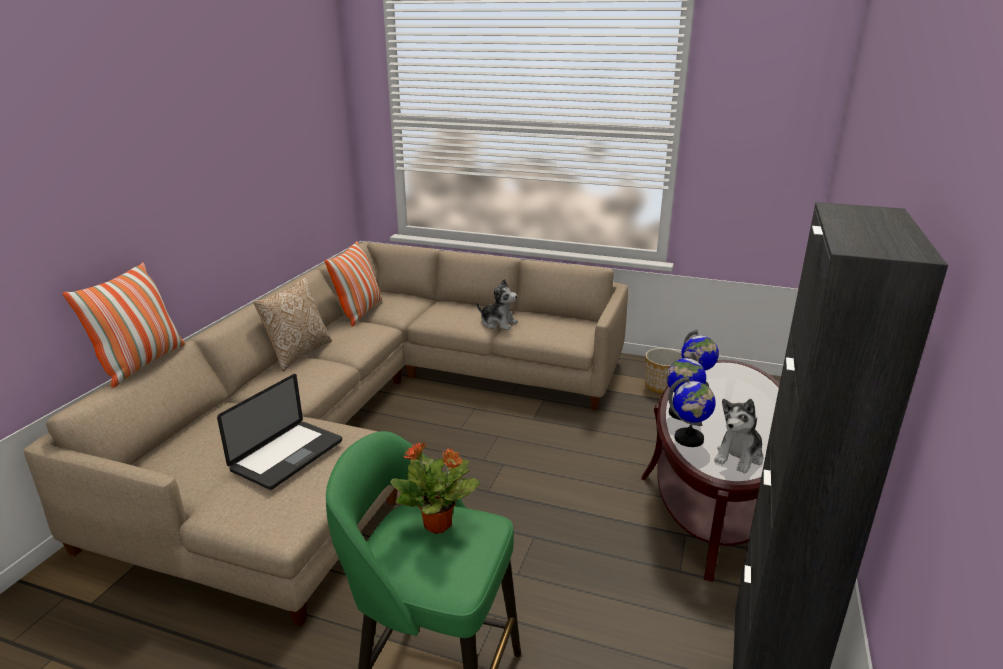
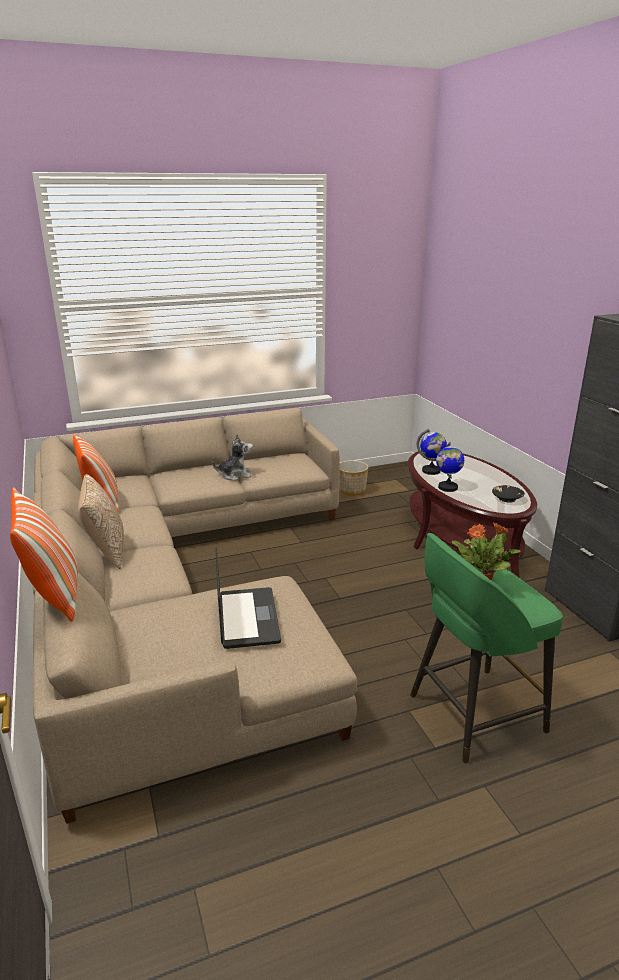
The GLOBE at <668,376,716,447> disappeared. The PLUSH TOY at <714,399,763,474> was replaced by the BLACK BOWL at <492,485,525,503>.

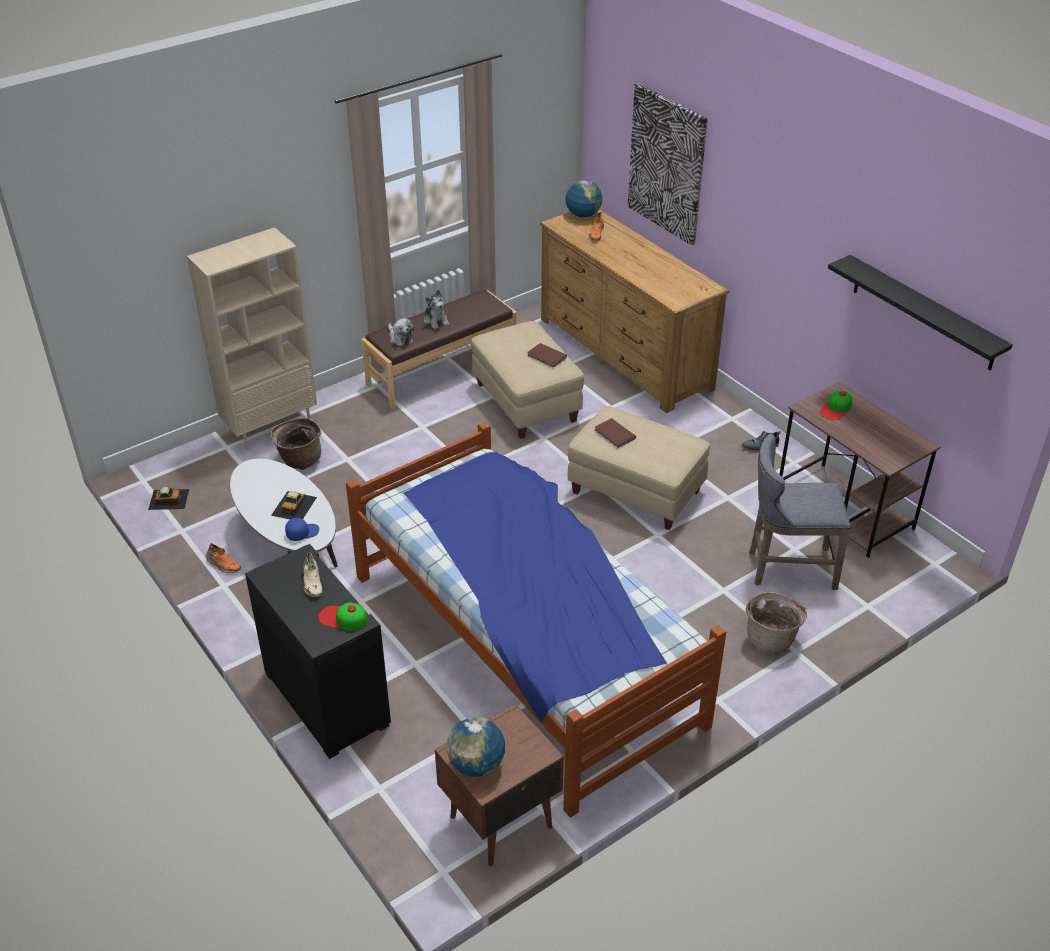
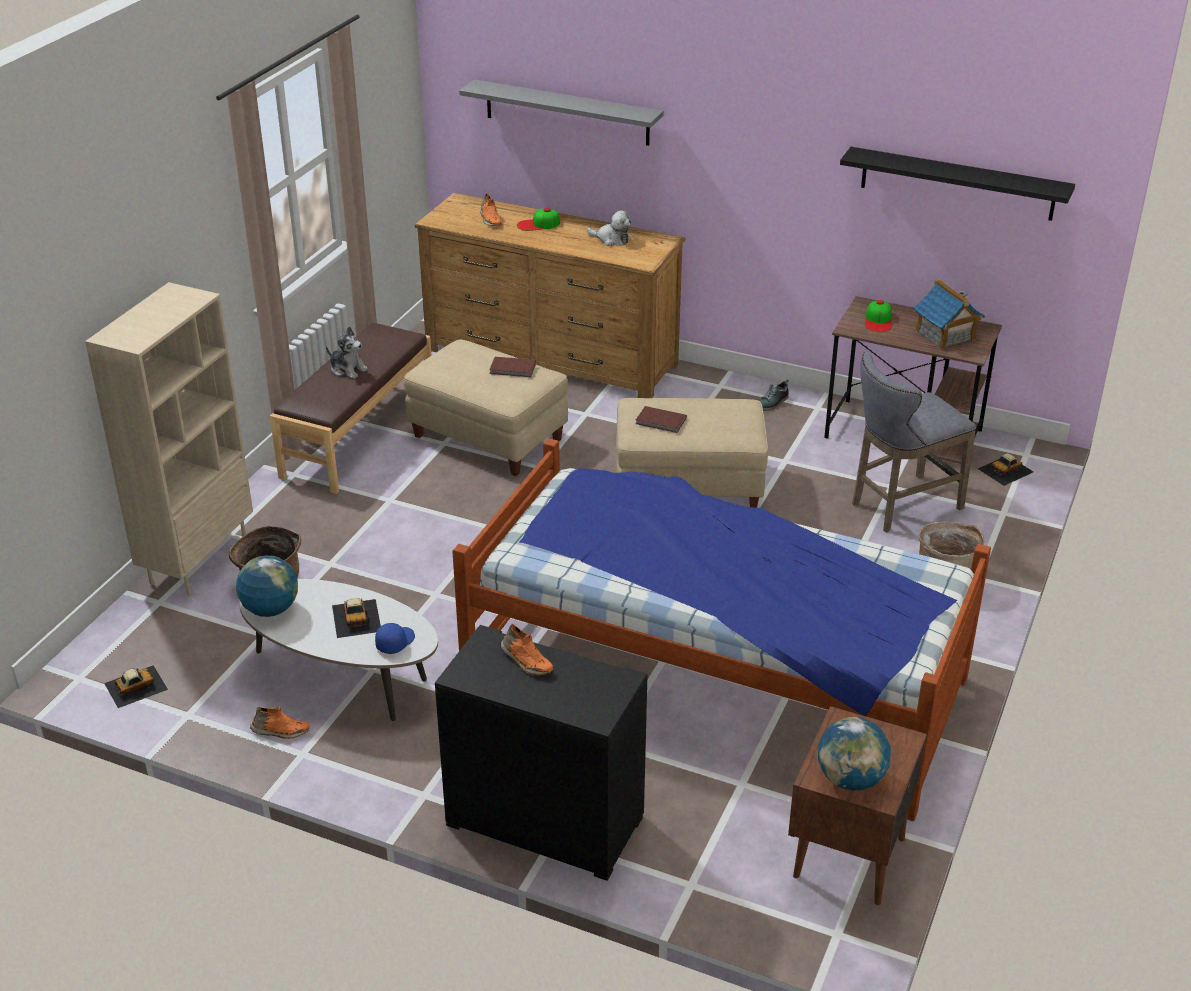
The PICTURE at <628,83,707,246> was replaced by the GREY SHELF at <459,79,664,146>. The GLOBE moved from <566,180,602,218> to <236,556,298,617>. The PLUSH TOY moved from <388,318,414,346> to <587,210,631,246>. The BEIGE SHOE at <303,552,323,597> became the ORANGE SHOE at <501,624,553,675>. The CAP moved from <318,602,368,631> to <517,208,560,231>. The TOY HOUSE at <913,279,985,350> appeared. The TOY CAR at <978,453,1033,486> appeared.

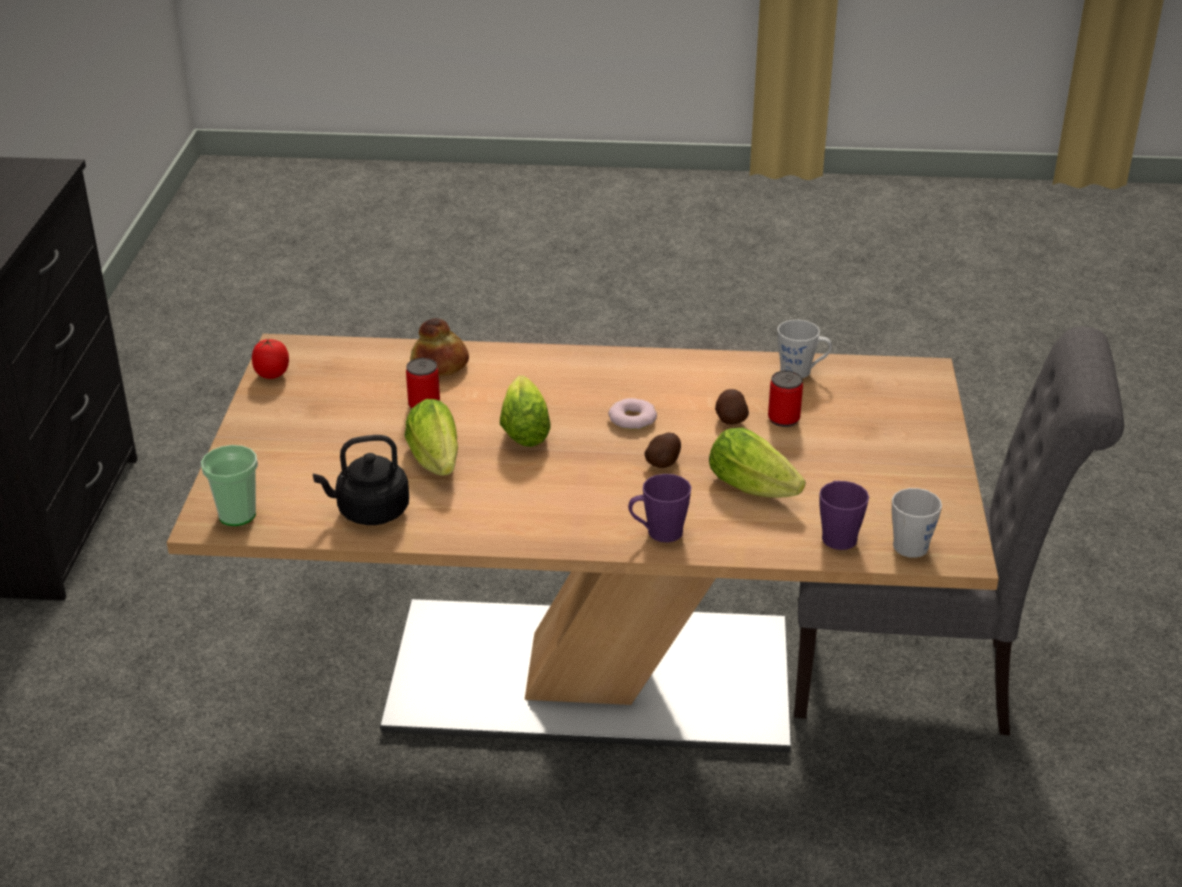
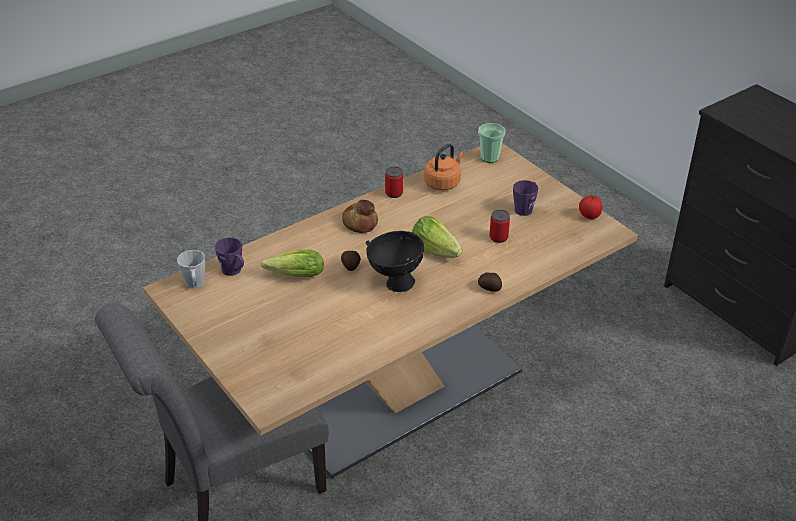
The BREAD moved from <410,318,469,376> to <342,200,378,233>. The GREY MUG at <777,320,832,378> disappeared. The CAN moved from <768,371,803,427> to <385,167,403,198>. The POTATO moved from <715,389,749,425> to <478,273,502,292>. The DONUT at <608,398,657,430> was replaced by the BLACK BOWL at <366,231,424,292>. The LETTUCE at <404,399,458,476> disappeared. The BLACK KETTLE at <313,435,409,525> became the ORANGE KETTLE at <424,144,464,191>. The PURPLE MUG moved from <628,474,691,542> to <513,180,538,216>.

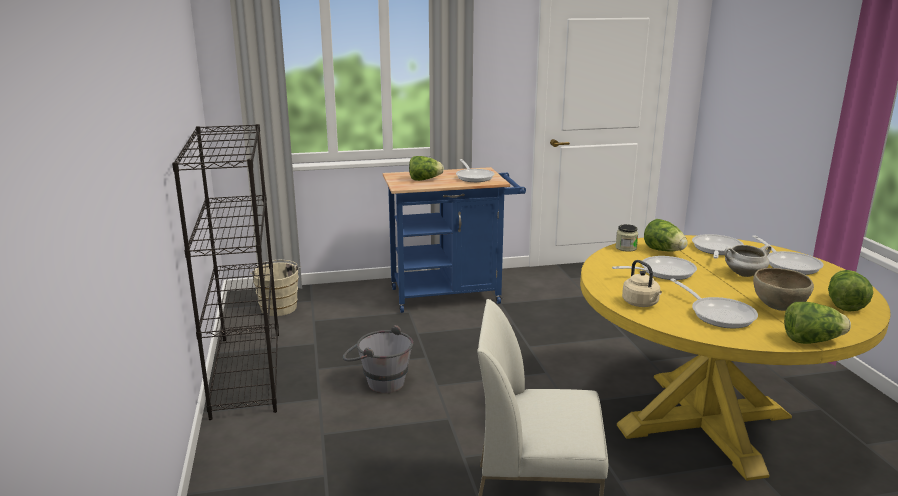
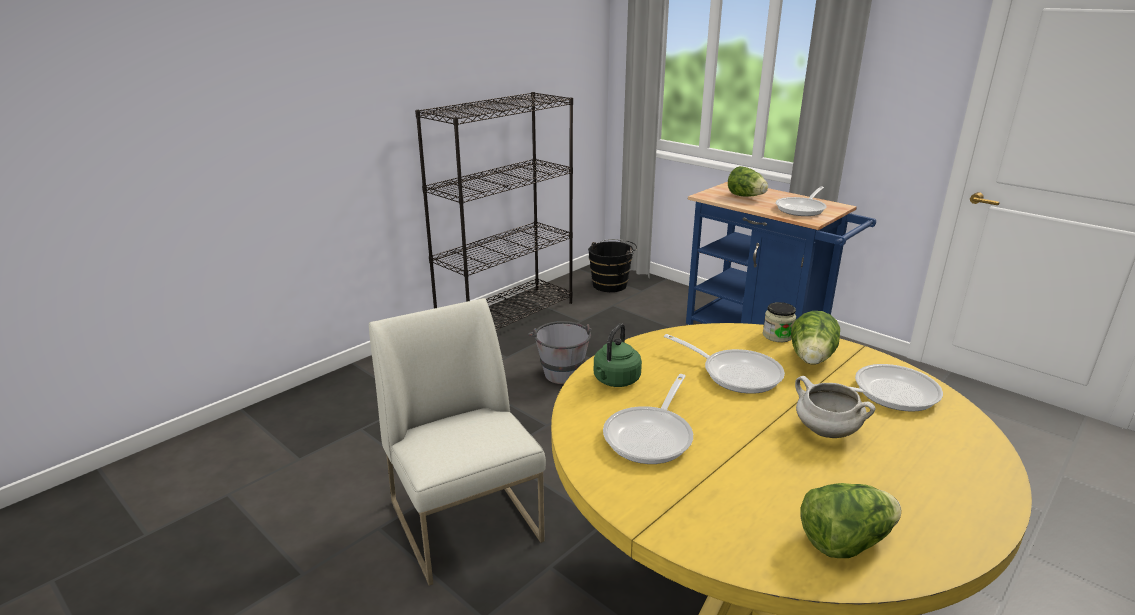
The FRYING PAN at <752,235,824,275> disappeared. The BEIGE BUCKET at <250,260,301,316> became the BLACK BUCKET at <588,239,637,292>. The BEIGE KETTLE at <622,260,662,307> became the GREEN KETTLE at <594,323,642,387>. The BROWN BOWL at <753,268,814,311> disappeared. The LETTUCE at <784,302,851,344> disappeared.

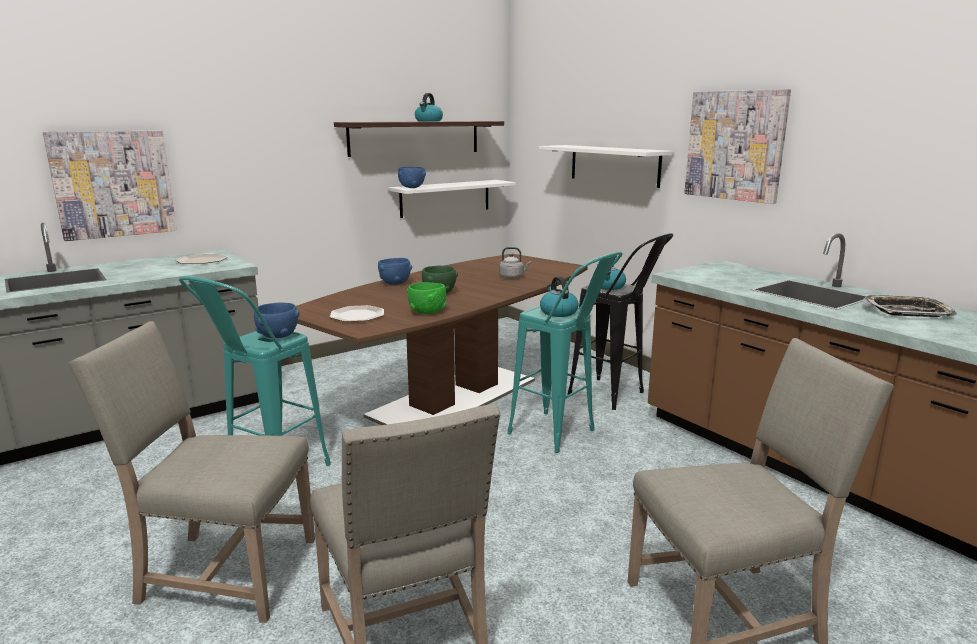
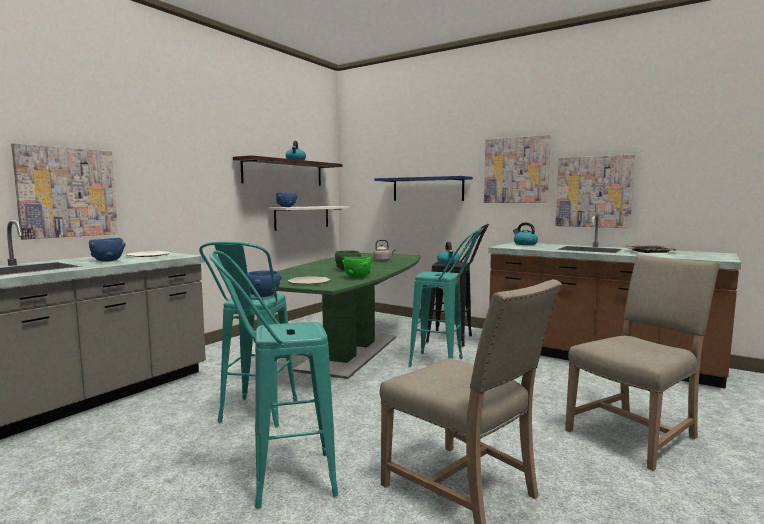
The WHITE SHELF at <539,145,674,188> became the BLUE SHELF at <374,176,473,201>. The BROWN DINING TABLE at <296,254,588,425> became the GREEN DINING TABLE at <277,253,420,379>. The BLUE BOWL moved from <378,258,412,285> to <89,238,125,261>. The KETTLE moved from <540,277,579,317> to <513,222,538,245>. The BEIGE CHAIR at <68,321,315,623> was replaced by the TURQUOISE STOOL at <209,250,338,509>. The PICTURE at <555,154,635,228> appeared.

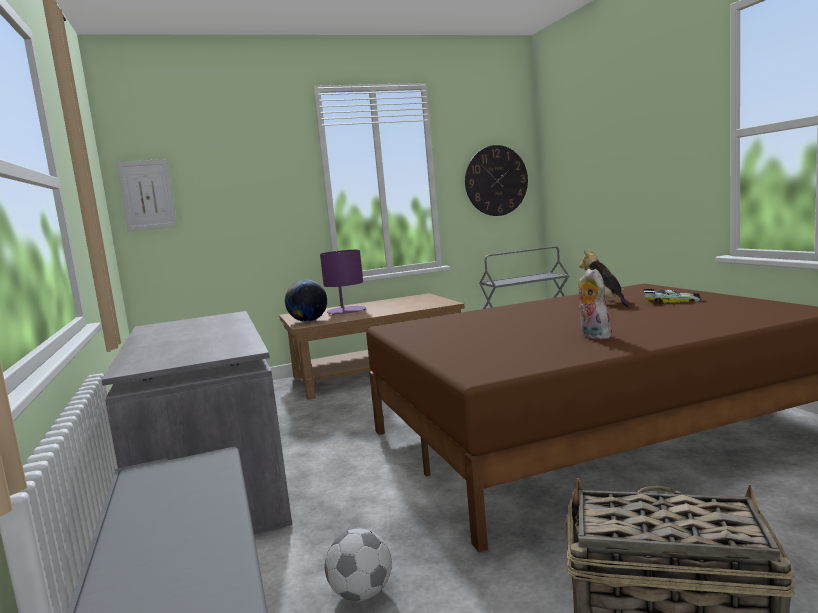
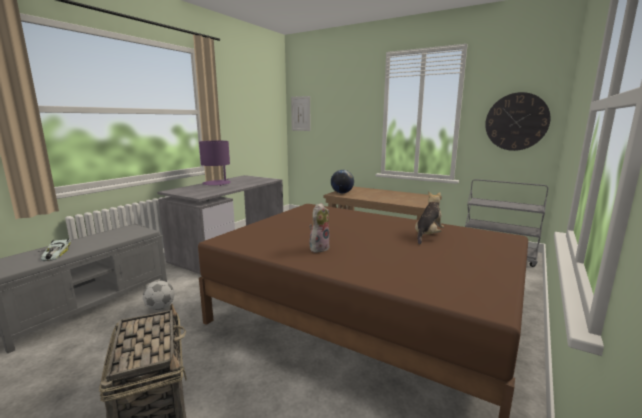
The PURPLE TABLE LAMP moved from <320,250,366,315> to <199,141,231,186>. The TOY CAR moved from <644,289,700,303> to <38,239,71,261>.

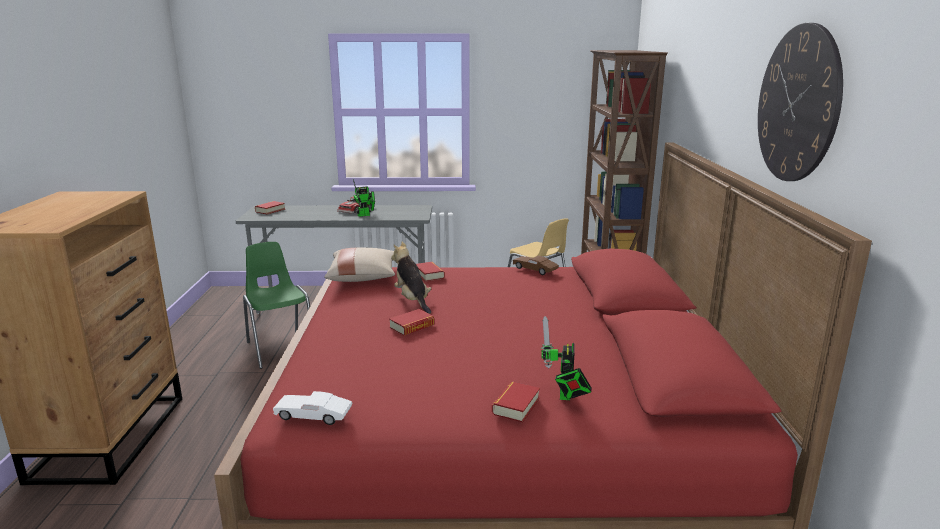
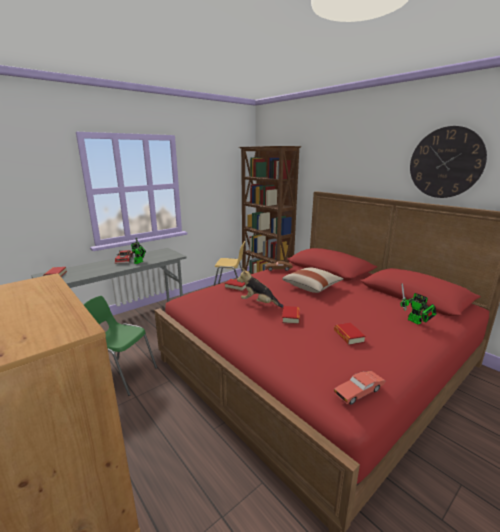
The BEIGE PILLOW moved from <324,248,395,282> to <282,267,343,293>. The BOOK moved from <492,381,540,422> to <334,323,366,345>. The WHITE TOY CAR at <273,391,352,425> became the RED TOY CAR at <334,371,385,404>.

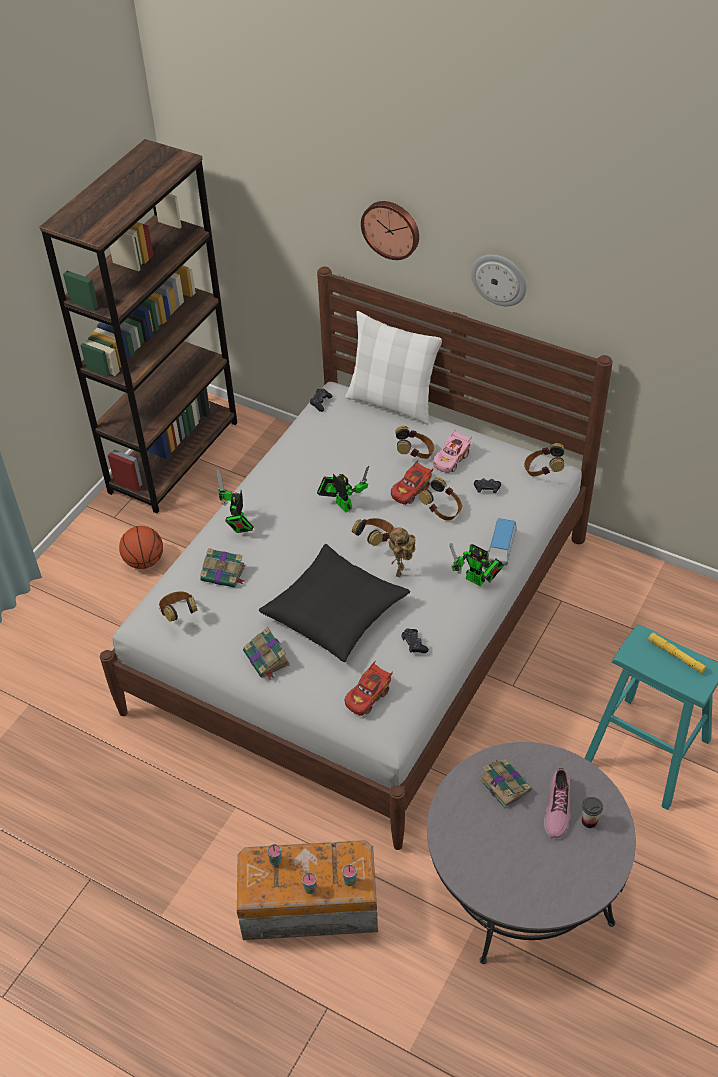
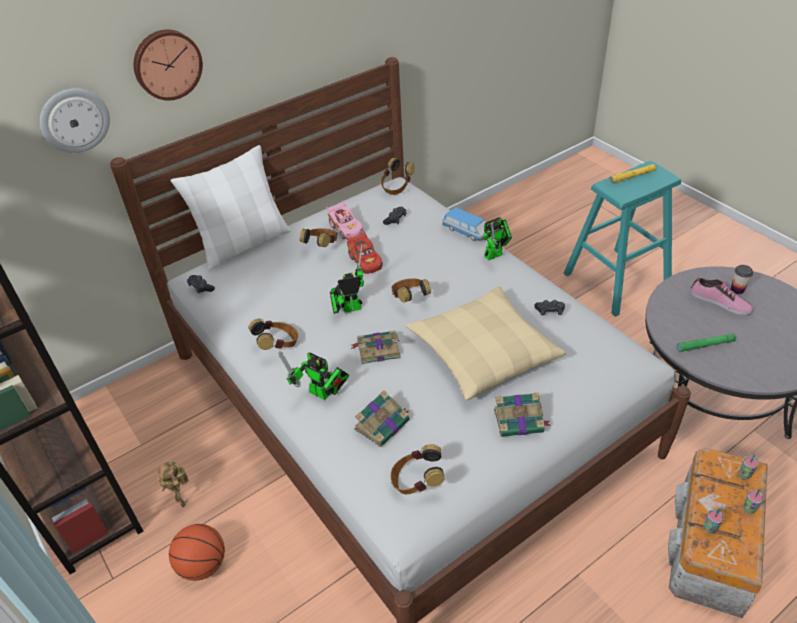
The WALL CLOCK moved from <471,255,527,306> to <40,88,110,153>. The HEADPHONES moved from <419,477,462,521> to <248,319,298,350>. The TOY ROBOT moved from <389,527,416,577> to <158,462,189,508>. The BLACK PILLOW at <259,544,410,662> became the BEIGE PILLOW at <406,286,566,400>. The RED TOY CAR at <345,661,393,716> disappeared. The BOOK moved from <480,759,531,809> to <351,330,401,364>. The GREEN FLASHLIGHT at <677,333,736,352> appeared.

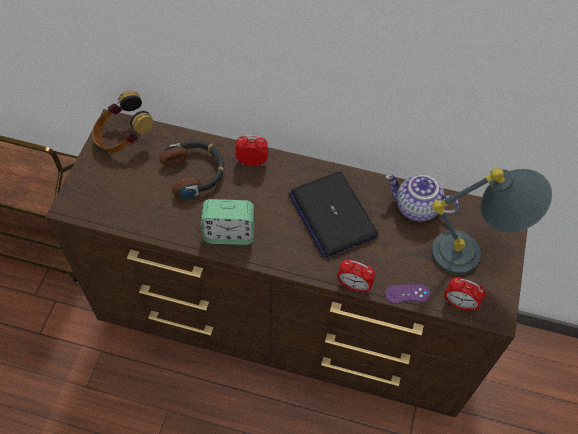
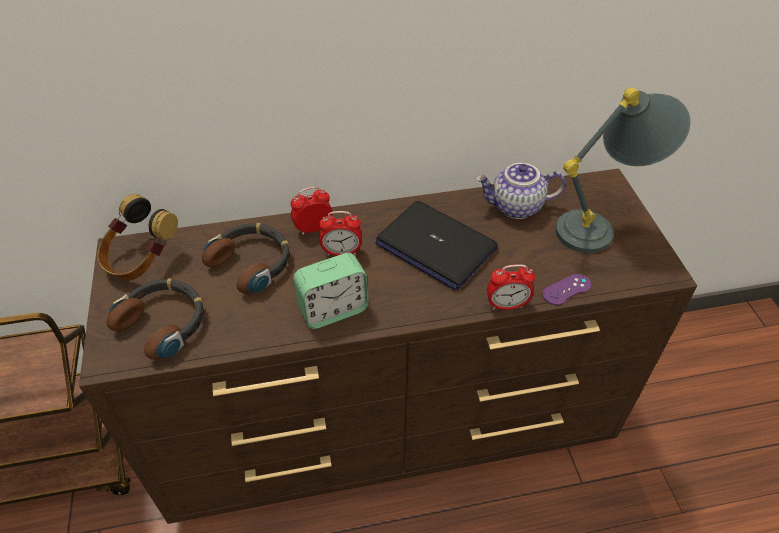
The ALARM CLOCK moved from <444,277,485,312> to <319,211,362,256>. The HEADPHONES at <107,278,204,360> appeared.

